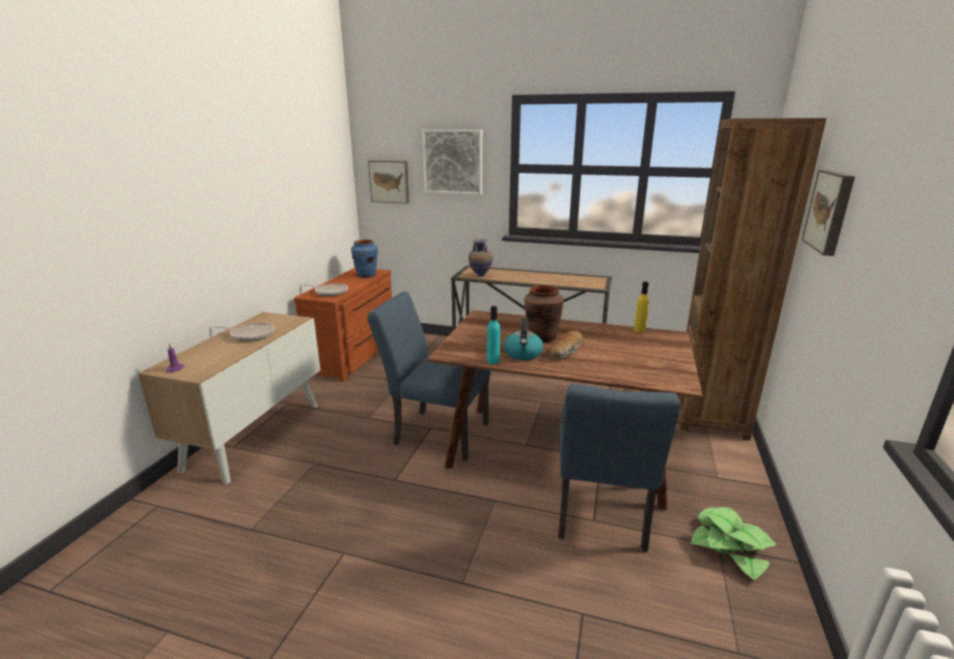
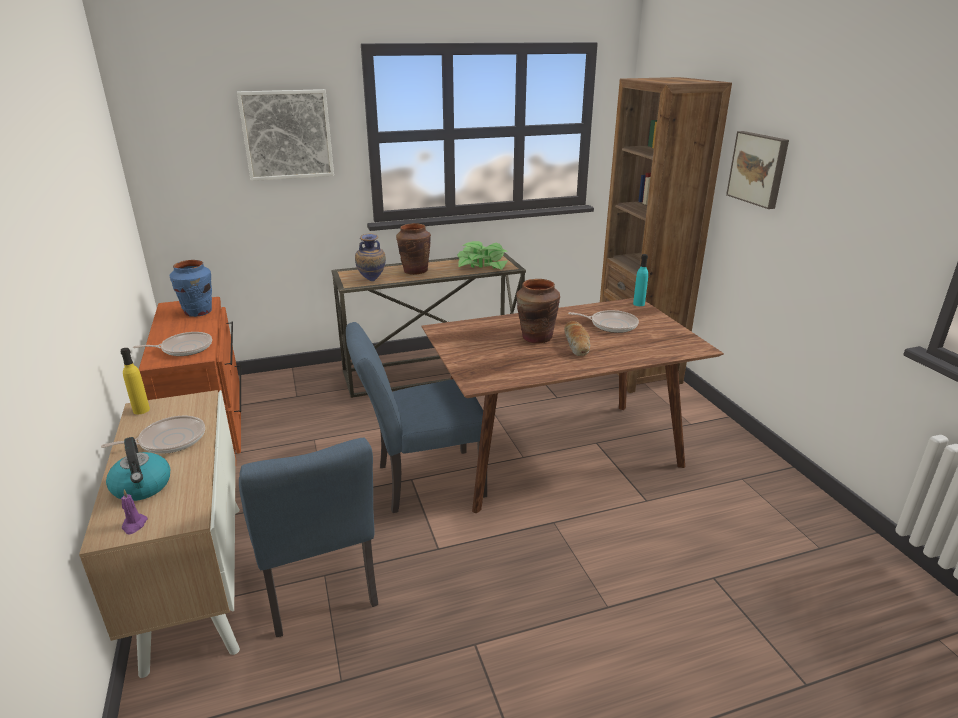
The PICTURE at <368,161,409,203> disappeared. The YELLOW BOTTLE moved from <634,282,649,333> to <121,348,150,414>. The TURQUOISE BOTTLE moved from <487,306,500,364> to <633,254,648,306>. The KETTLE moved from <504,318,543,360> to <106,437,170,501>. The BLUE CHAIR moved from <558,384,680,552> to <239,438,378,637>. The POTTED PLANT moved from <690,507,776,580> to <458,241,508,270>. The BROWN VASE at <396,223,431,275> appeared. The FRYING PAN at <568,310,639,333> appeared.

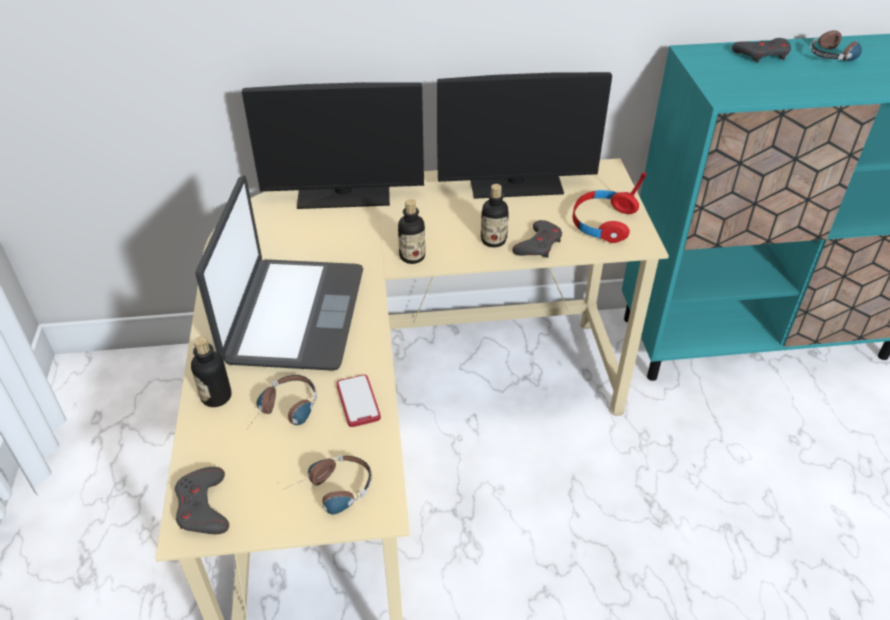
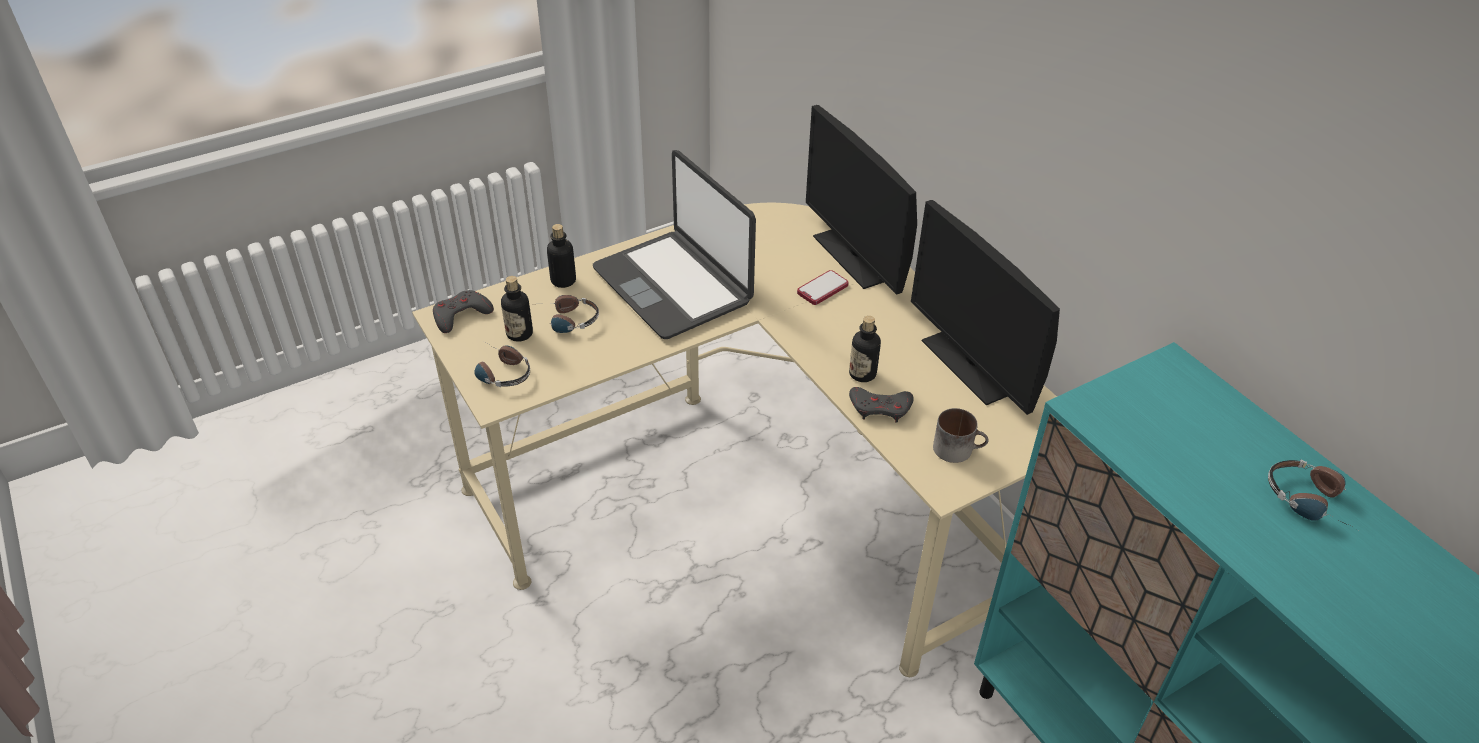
The GREY GAME CONTROLLER at <732,38,791,63> disappeared. The RED HEADPHONES at <572,172,646,243> was replaced by the MUG at <933,408,989,463>. The LAPTOP at <196,175,363,371> turned 75 degrees clockwise. The BOTTLE moved from <398,199,425,264> to <501,276,533,342>. The PHONE moved from <336,375,381,427> to <797,270,849,305>.

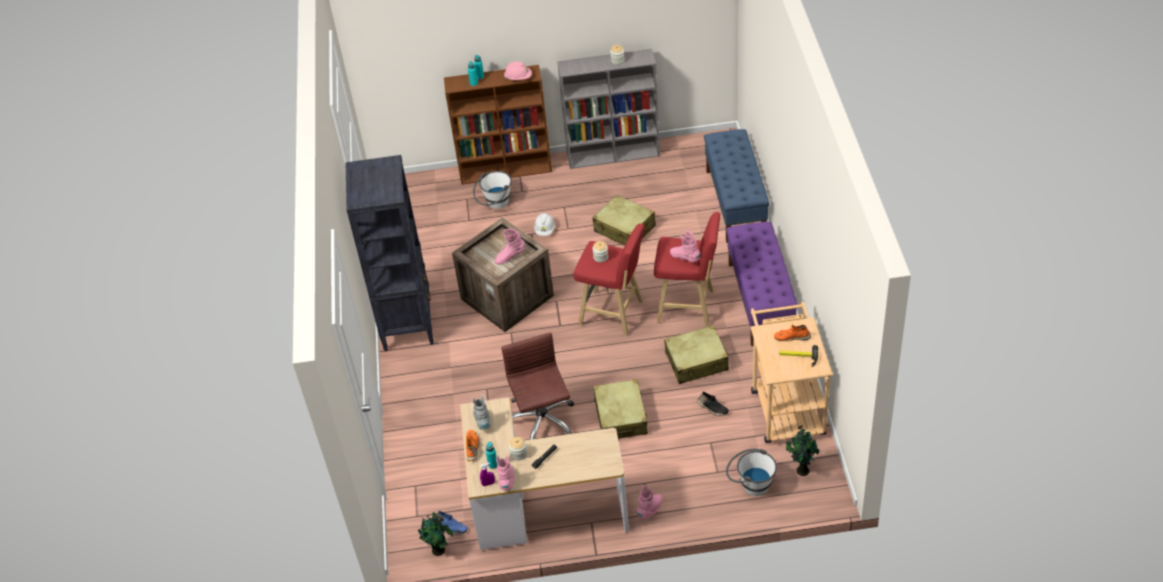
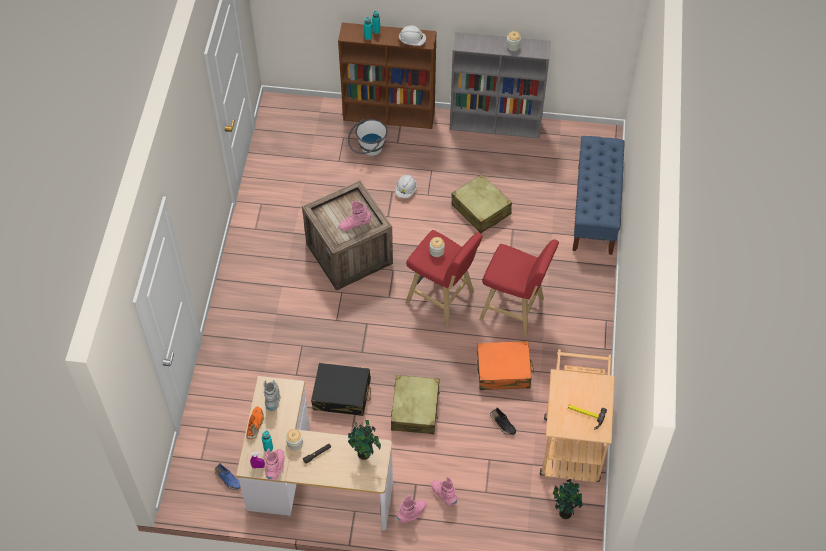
The PINK HARD HAT at <504,61,532,80> became the WHITE HARD HAT at <399,25,426,46>. The BLACK BOOKCASE at <346,155,434,351> disappeared. The PURPLE BENCH at <726,222,798,346> disappeared. The PINK BOOT moved from <670,230,700,262> to <431,477,458,506>. The BEIGE SUITCASE at <664,325,729,384> became the ORANGE SUITCASE at <477,341,534,390>. The ORANGE SHOE at <774,325,811,341> disappeared. The BROWN OFFICE CHAIR at <501,332,574,440> was replaced by the BLACK SUITCASE at <311,363,371,416>. The WHITE BUCKET at <726,449,777,496> disappeared. The POTTED PLANT moved from <418,512,453,556> to <348,420,381,460>.

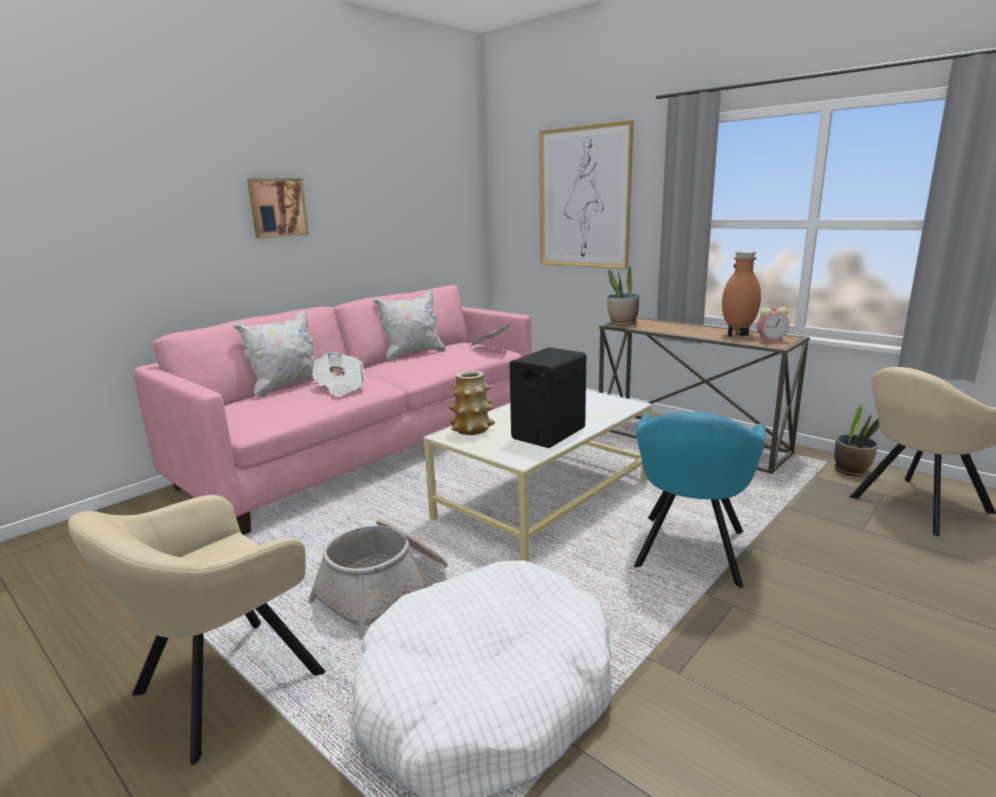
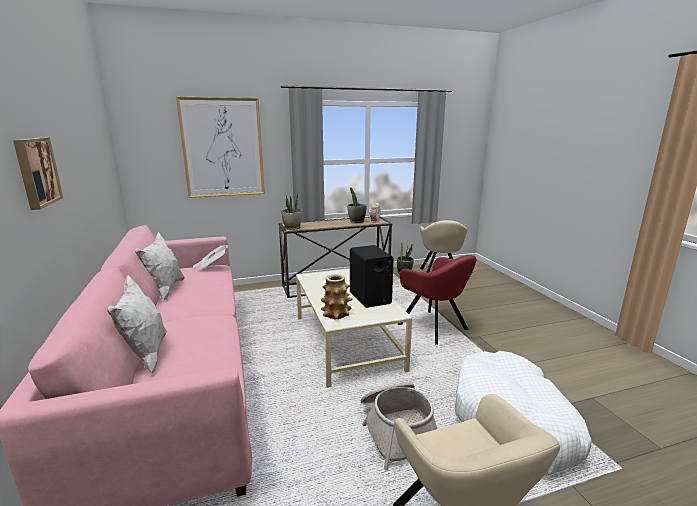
The BROWN VASE at <722,251,761,337> was replaced by the POTTED PLANT at <347,188,367,223>. The NEWSPAPER at <312,352,365,396> disappeared. The TURQUOISE ARMCHAIR at <634,411,766,588> became the RED ARMCHAIR at <398,255,477,345>.

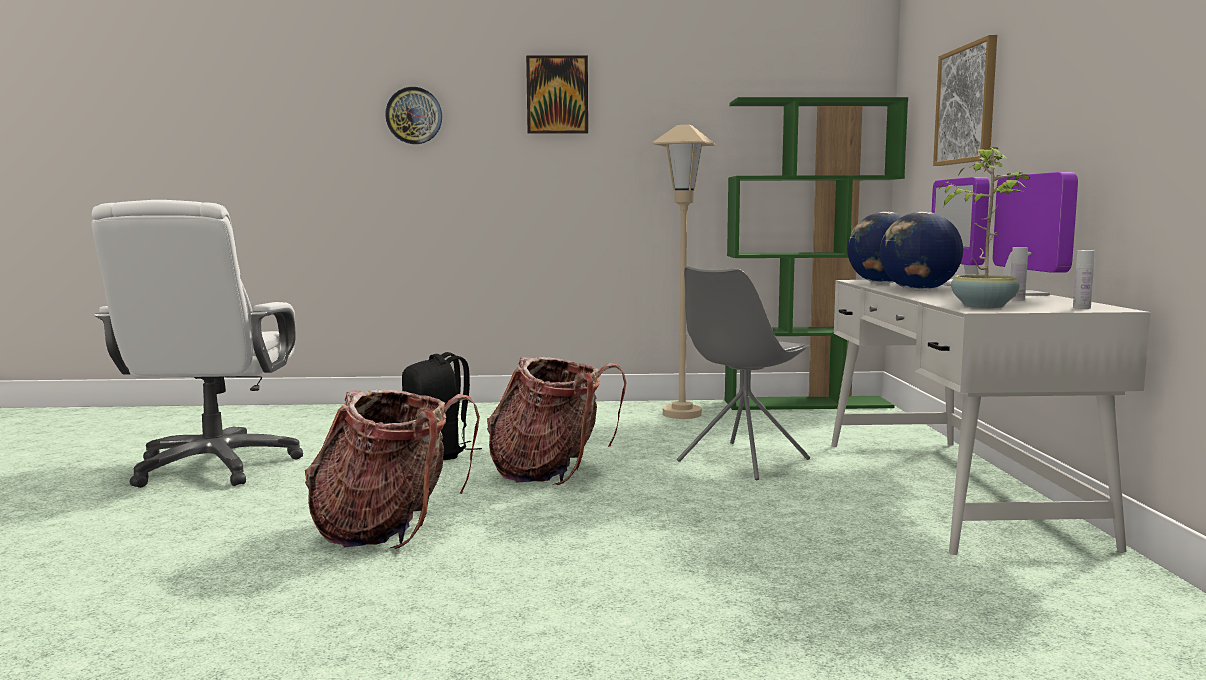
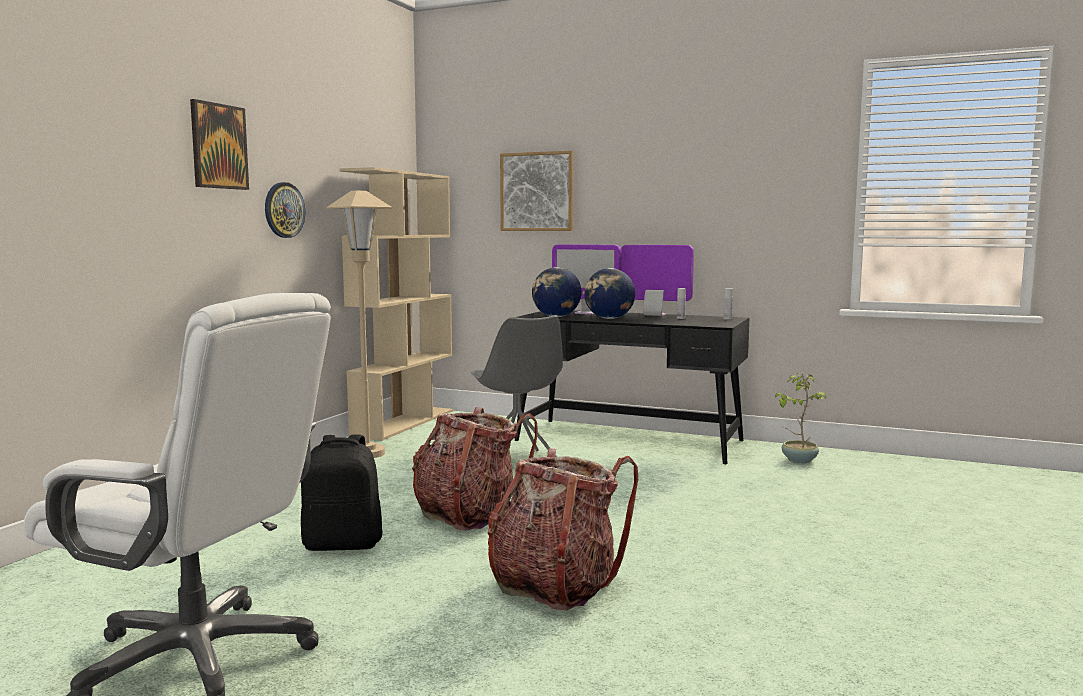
The WALL CLOCK moved from <385,87,442,144> to <265,182,305,238>. The GREEN BOOKCASE at <725,97,908,410> became the BEIGE BOOKCASE at <339,167,453,441>. The POTTED PLANT moved from <939,146,1030,308> to <775,373,827,463>. The WHITE DESK at <831,279,1151,555> became the BLACK DESK at <515,310,749,464>.

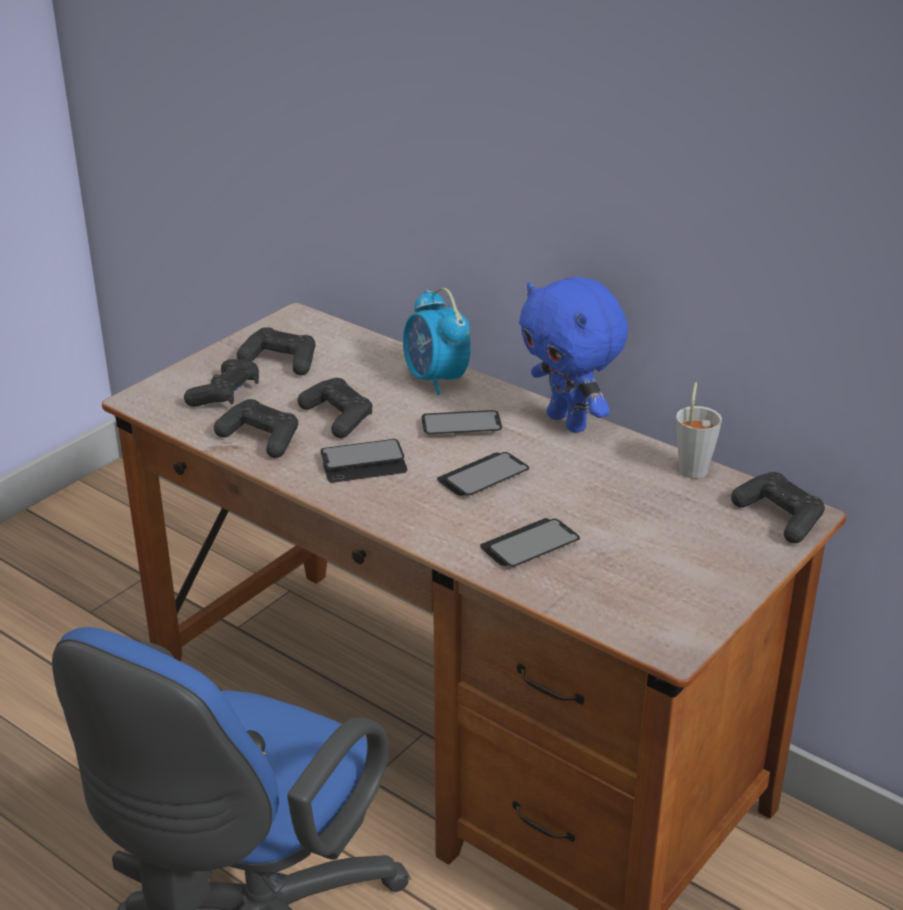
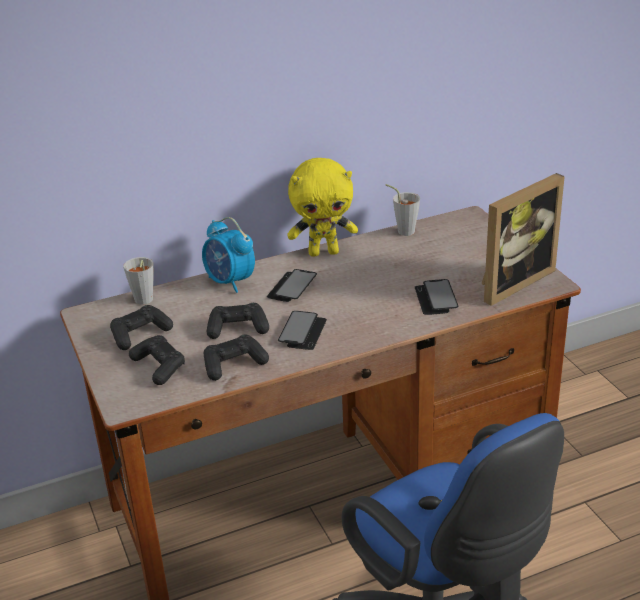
The BLUE PLUSH TOY at <519,277,628,433> became the YELLOW PLUSH TOY at <287,158,358,257>. The ALARM CLOCK at <403,288,471,395> turned 45 degrees clockwise. The PHONE at <437,452,530,496> disappeared. The BLACK GAME CONTROLLER at <731,472,825,543> disappeared. The PICTURE FRAME at <482,173,565,306> appeared. The GREY CUP at <123,257,154,305> appeared.

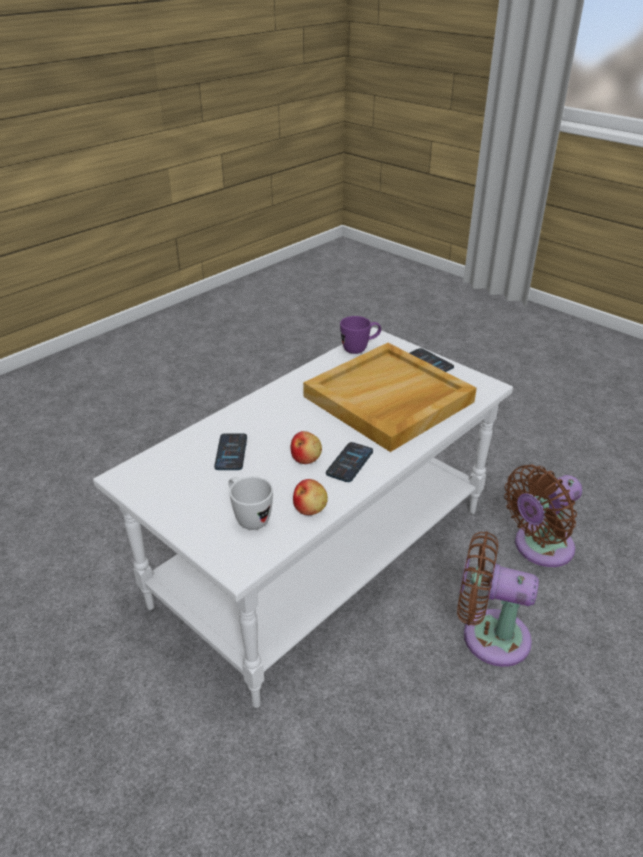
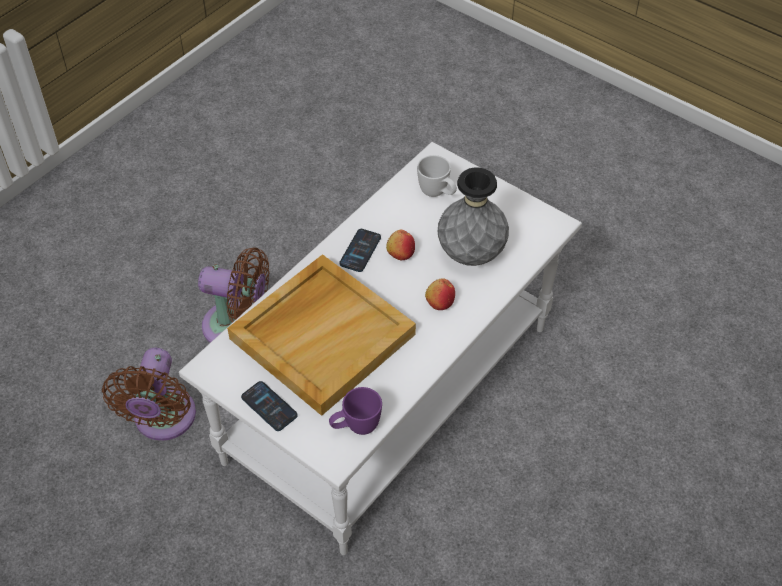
The PHONE at <214,433,247,470> was replaced by the GREY VASE at <438,167,509,266>. The BROWN FAN at <504,464,582,567> turned 135 degrees clockwise. The APPLE moved from <293,479,328,515> to <425,278,455,310>.

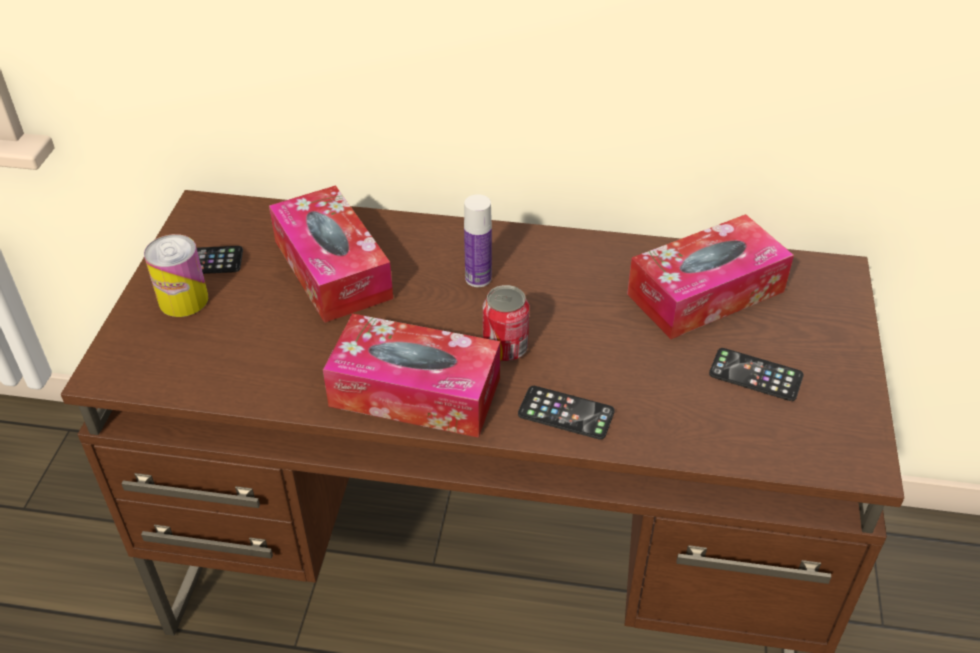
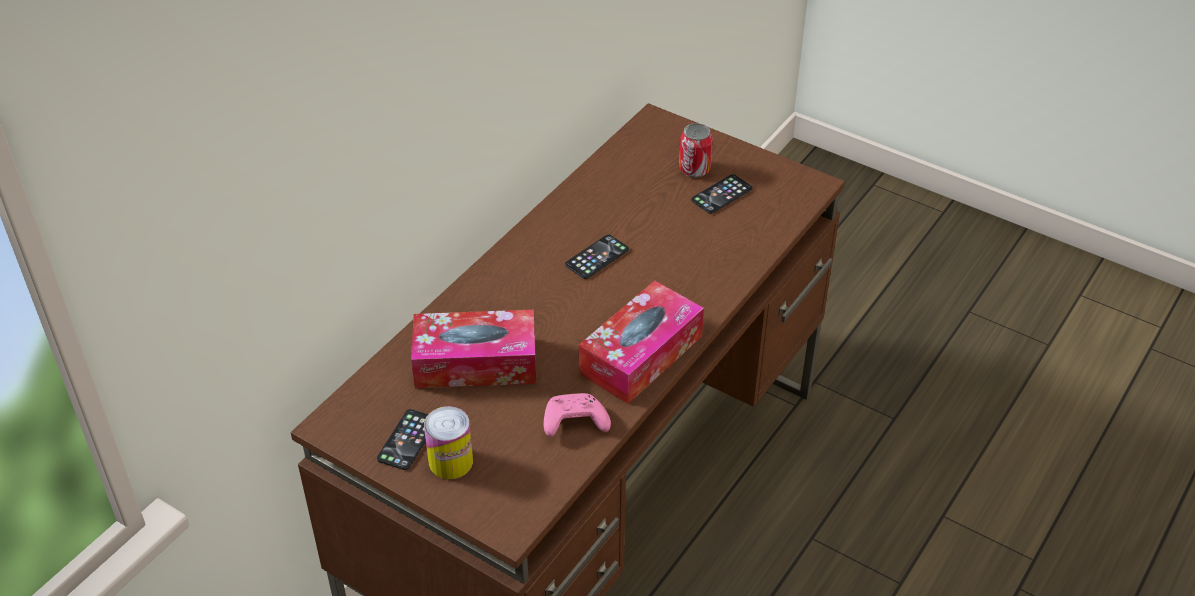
The BOTTLE at <464,194,492,287> disappeared. The TISSUE BOX at <627,214,794,339> disappeared. The CAN moved from <483,285,529,361> to <679,123,713,178>. The PHONE moved from <518,386,615,440> to <565,235,629,279>. The PINK GAME CONTROLLER at <544,393,611,437> appeared.

